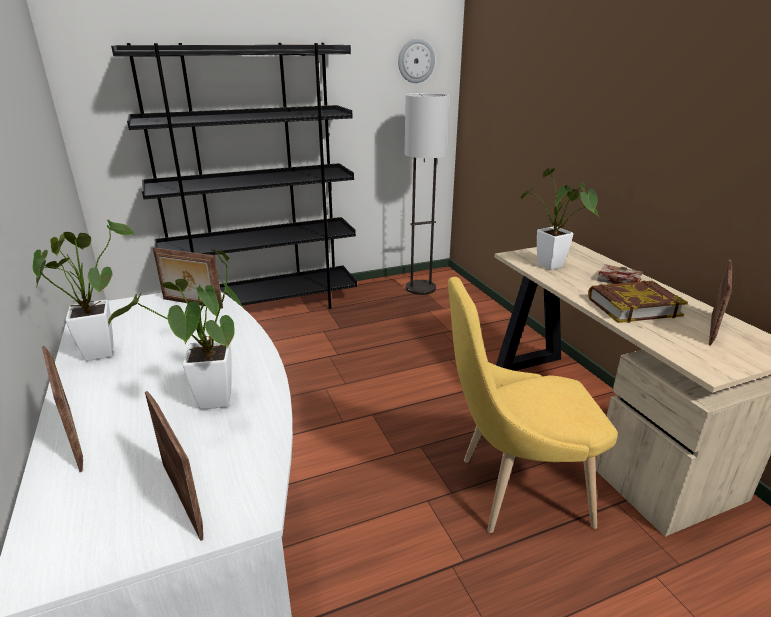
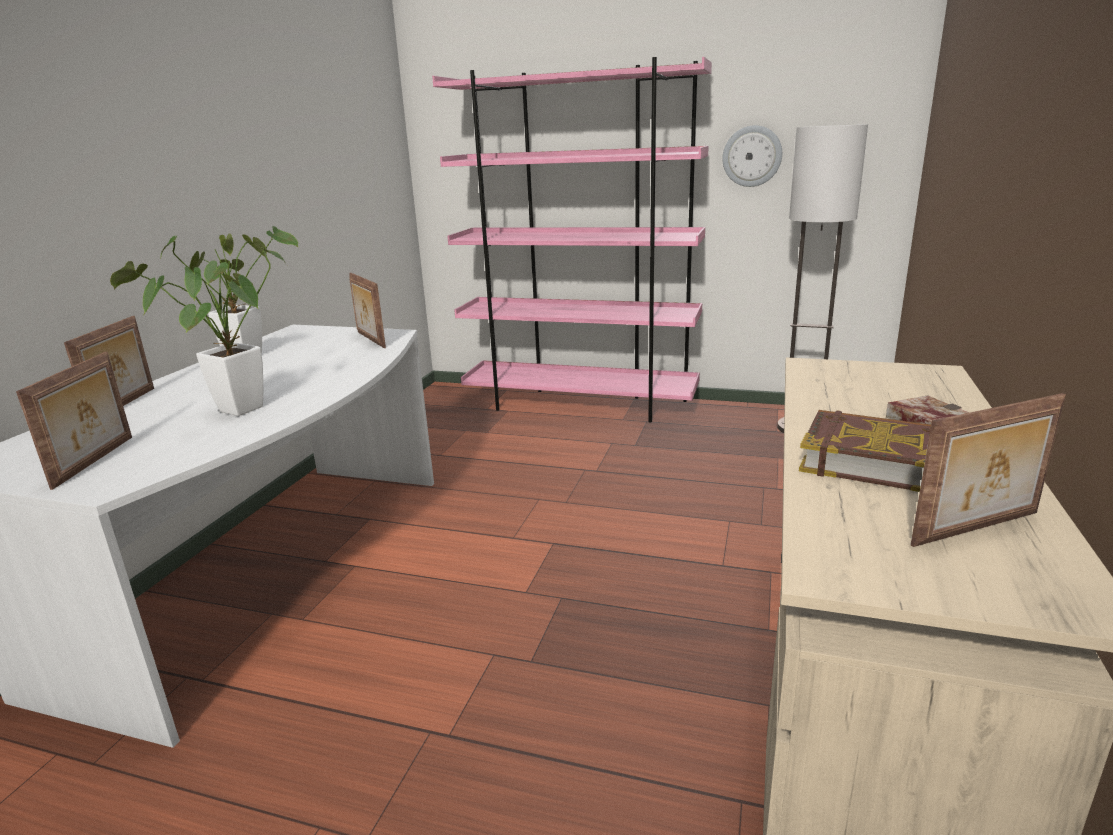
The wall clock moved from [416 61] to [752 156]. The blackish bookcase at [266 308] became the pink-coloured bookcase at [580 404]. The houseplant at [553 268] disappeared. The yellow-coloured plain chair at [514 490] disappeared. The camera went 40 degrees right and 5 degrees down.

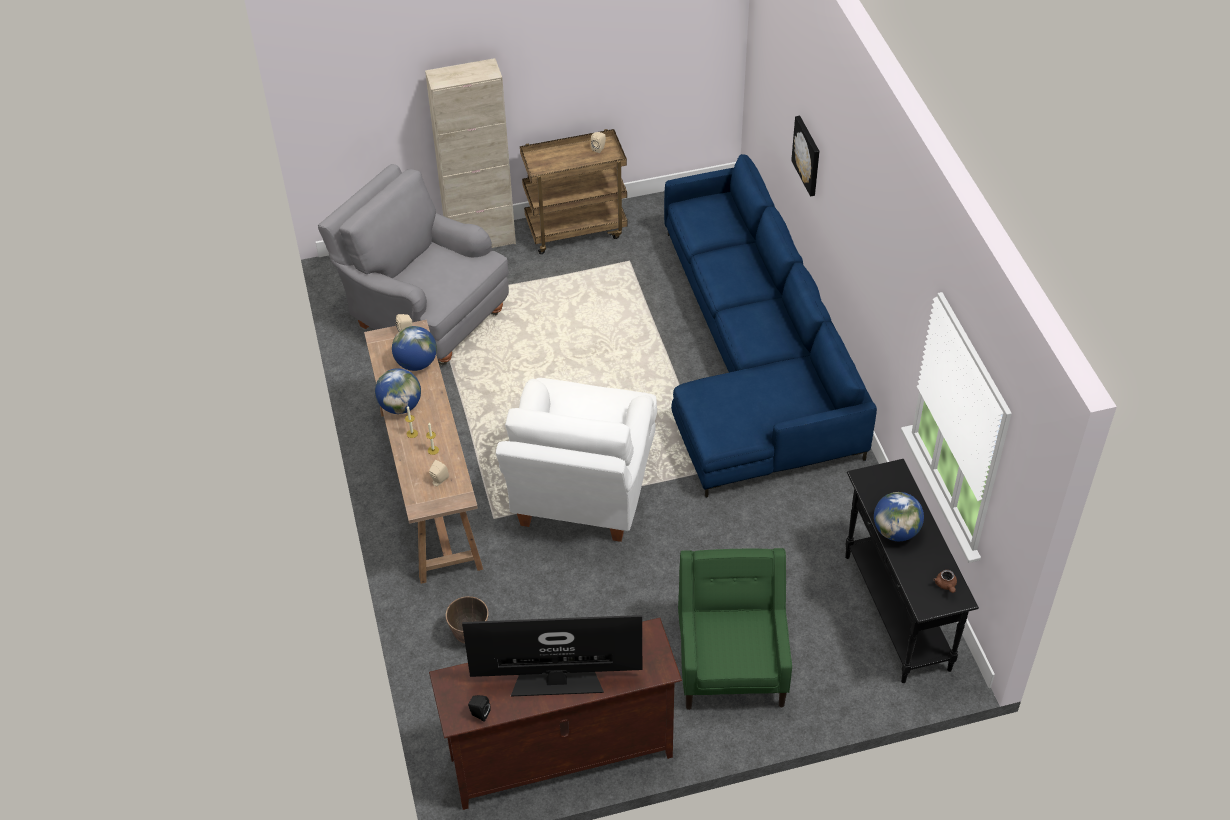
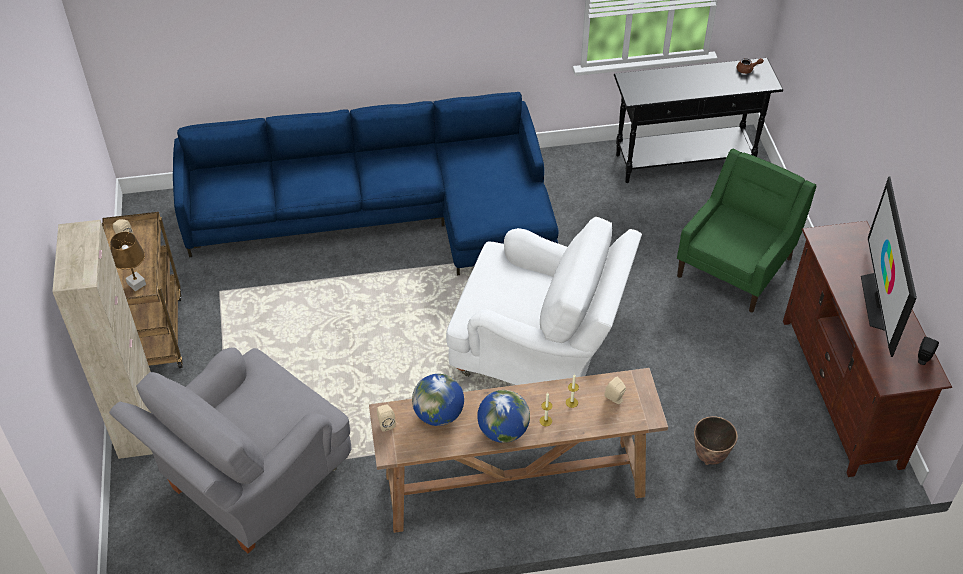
The wall art at [808 155] disappeared. The desk globe at [895 531] disappeared. The greenish armchair at [732 662] turned 120 degrees clockwise. The brown-coloured tabletop lamp at [137 284] appeared. The camera went 85 degrees left and 0 degrees up.

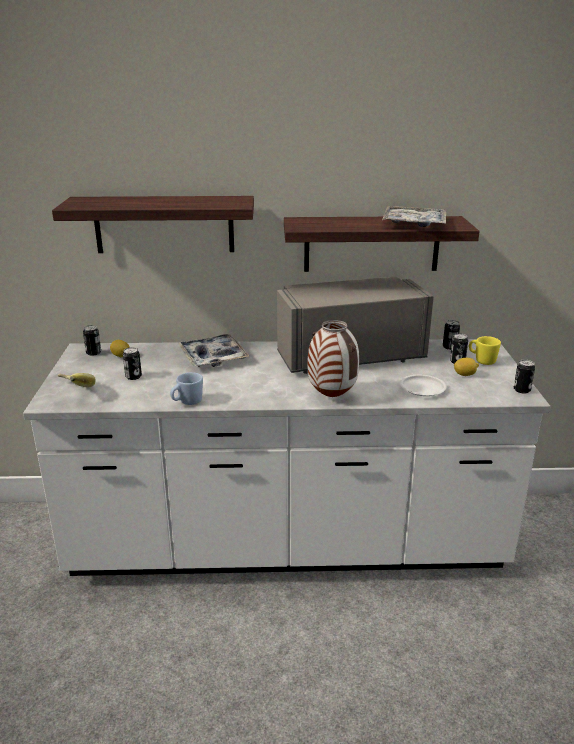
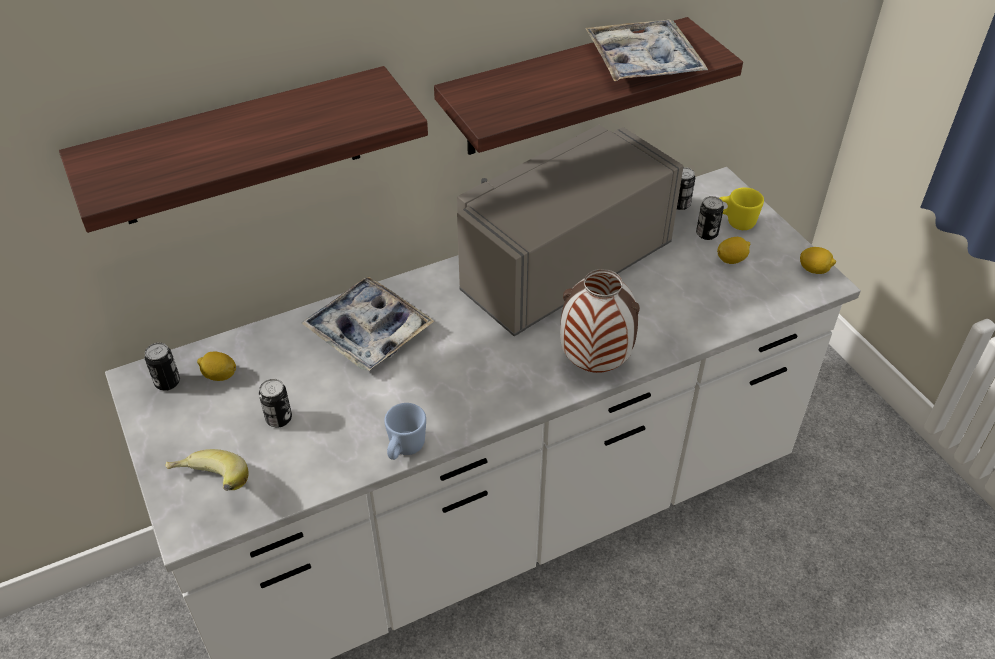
The metal can at [522 390] was replaced by the whole lemon at [814 270]. The white-coloured dinner plate at [422 388] disappeared. The camera went 25 degrees left and 20 degrees up.

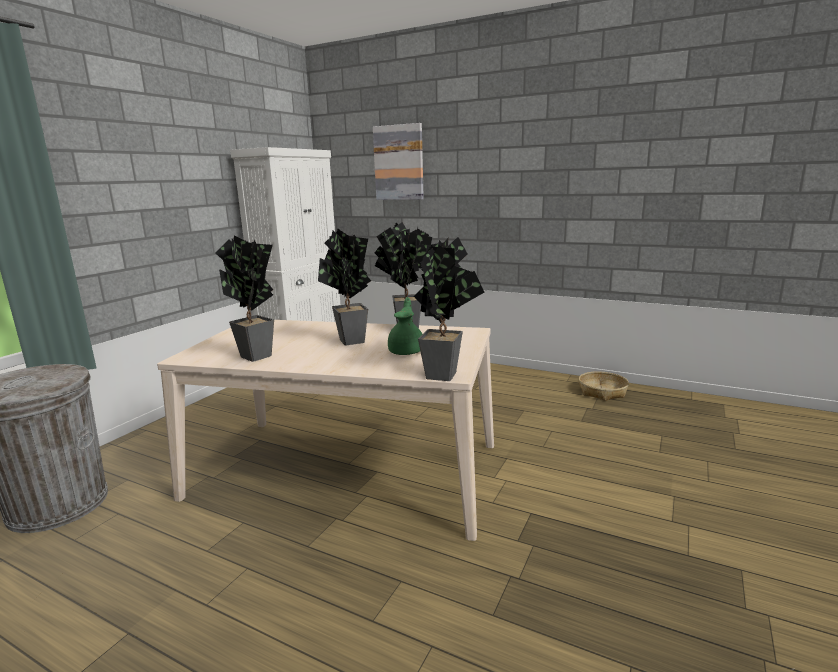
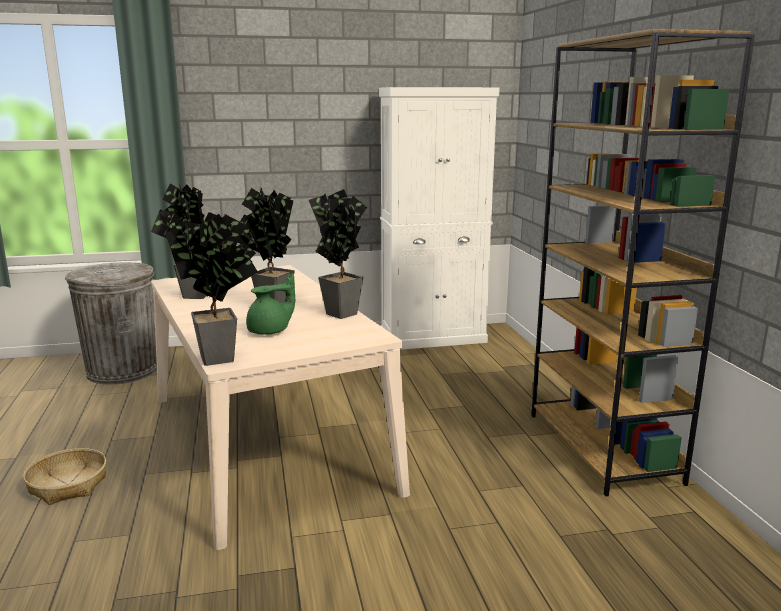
The wall art at [399 163] disappeared. The storage basket moved from [602 392] to [68 485]. The brown-coloured bookcase at [603 447] appeared. The camera went 50 degrees right and 0 degrees up.

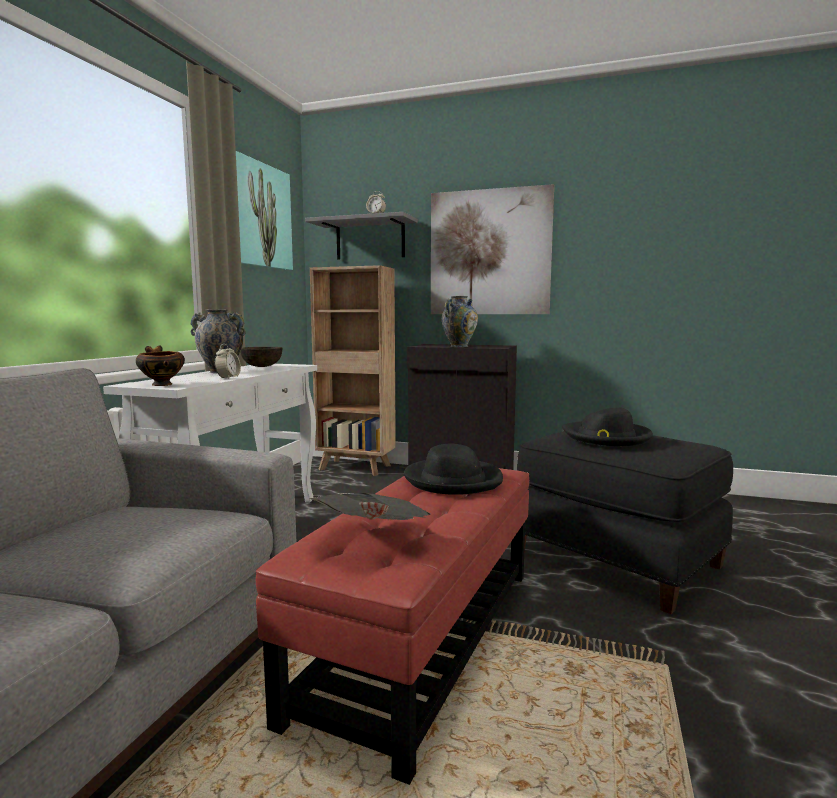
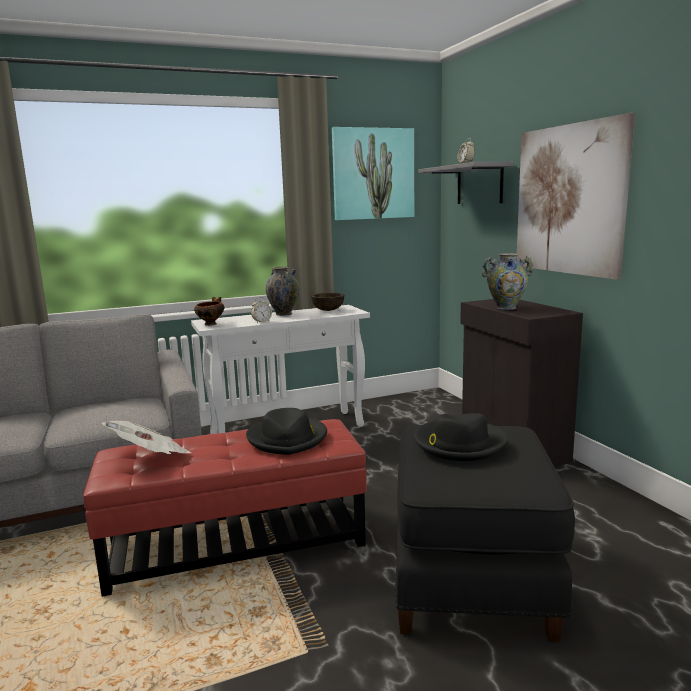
The brown-coloured bookcase at [356 468] disappeared. The camera went 50 degrees right and 5 degrees up.

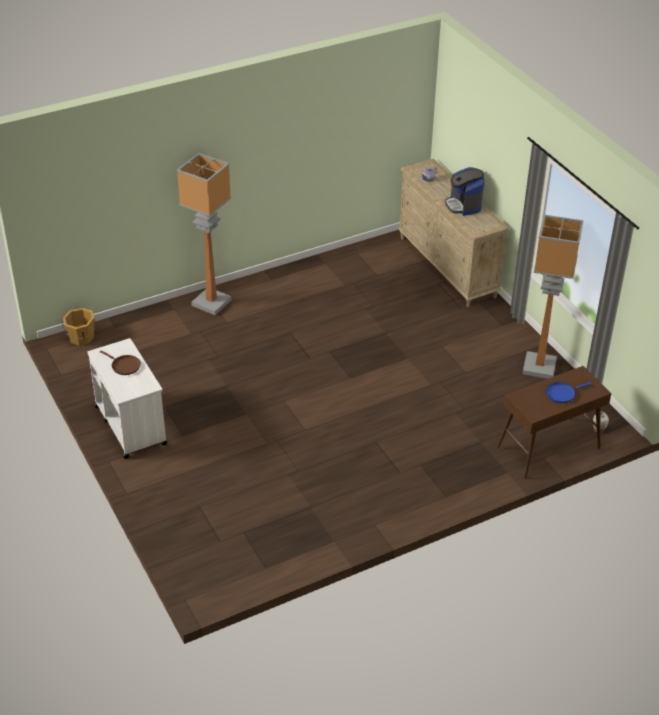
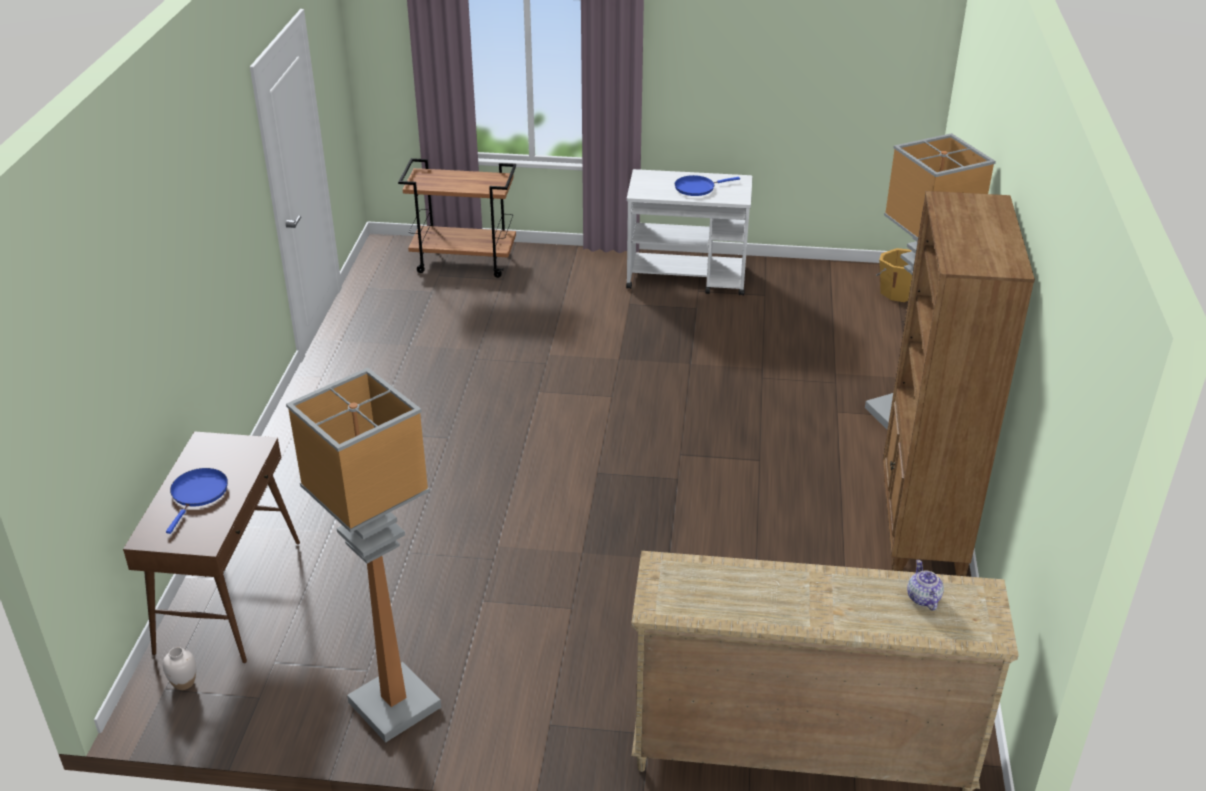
The coffee maker at [463 205] disappeared. The brown-coloured skillet at [124 366] became the bluish skillet at [697 188]. The brown-coloured wheeled cart at [465 262] appeared. The brown-coloured bookcase at [921 524] appeared. The camera went 125 degrees right and 5 degrees down.

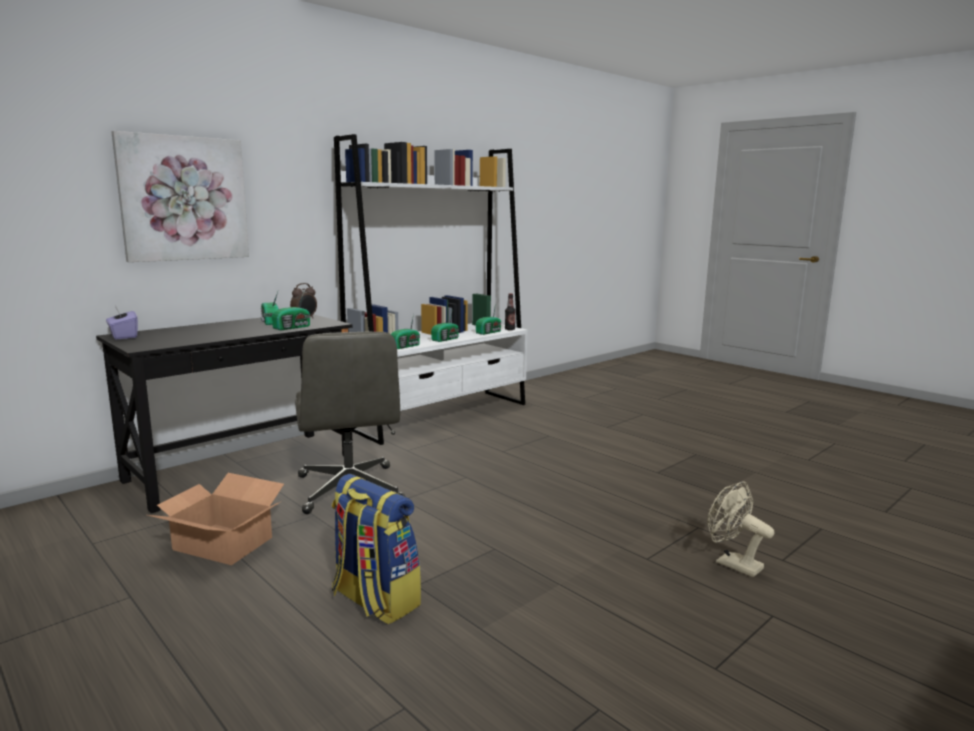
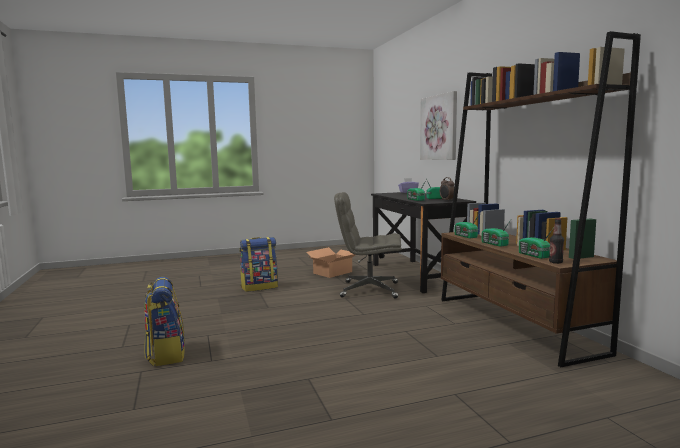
The white-coloured bookcase at [441 415] became the brown-coloured bookcase at [514 324]. The sand-coloured electric fan at [732 563] was replaced by the rucksack at [166 354]. The camera went 115 degrees right and 5 degrees down.

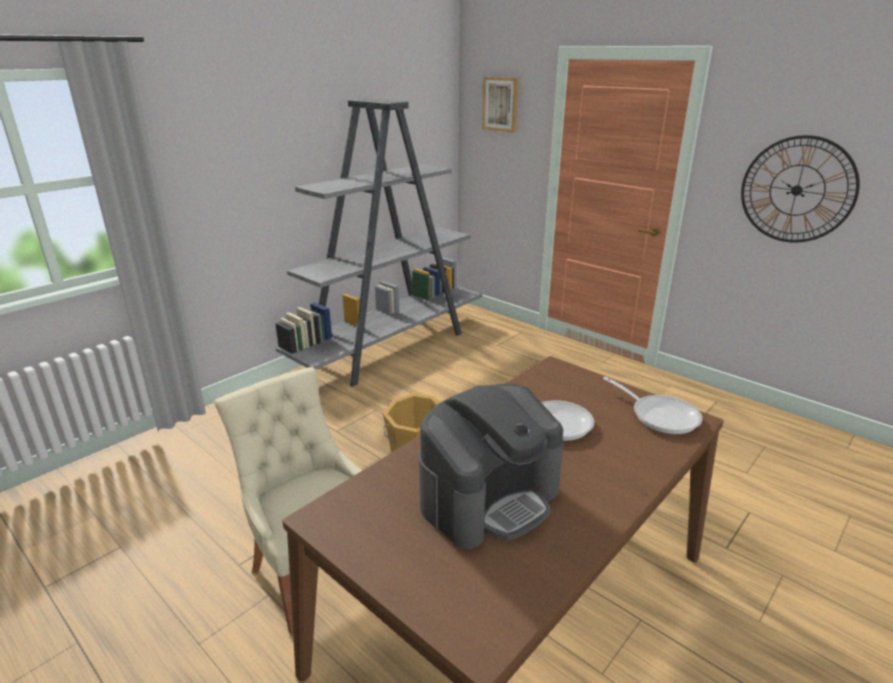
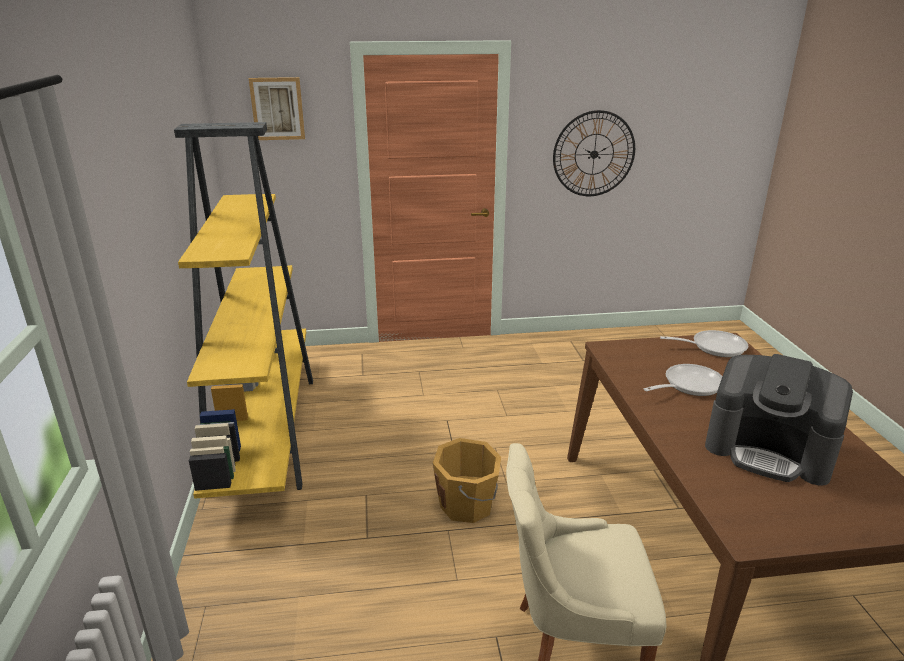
The grey bookcase at [390 347] became the yellow-coloured bookcase at [265 429]. The coffee maker at [489 497] turned 120 degrees clockwise. The camera went 50 degrees left and 0 degrees up.

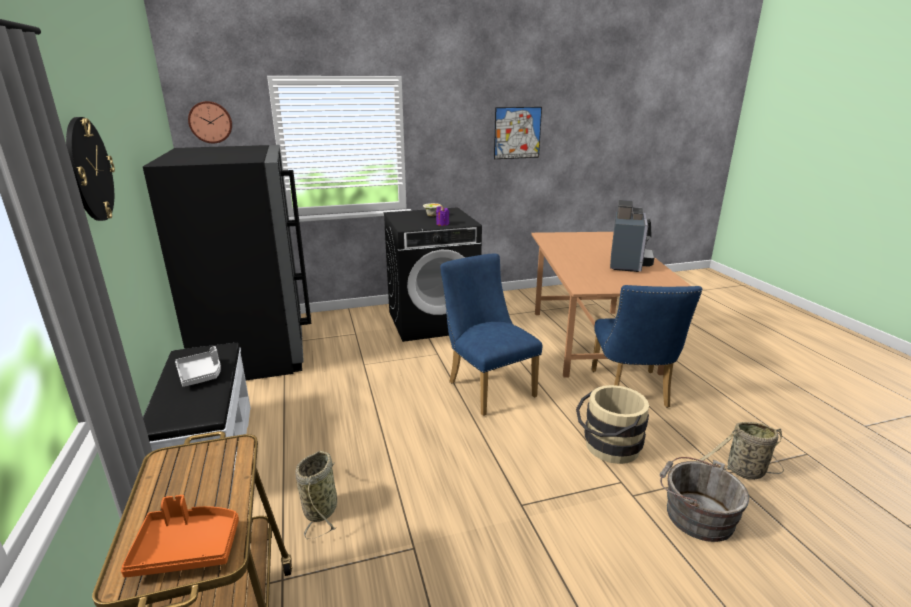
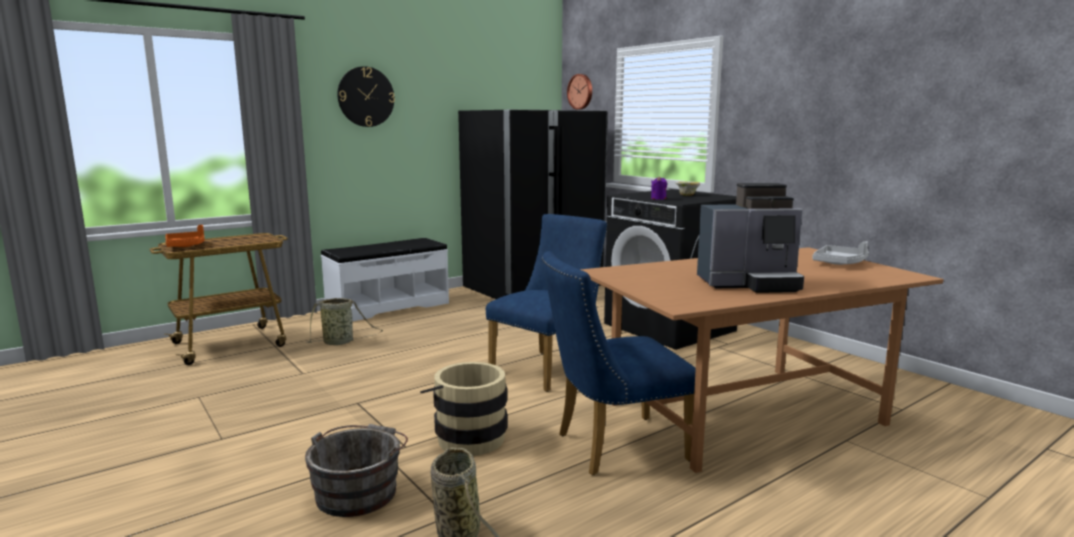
The wall art at [517 133] disappeared. The grey serving tray moved from [201 374] to [840 263]. The camera went 70 degrees right and 10 degrees down.

